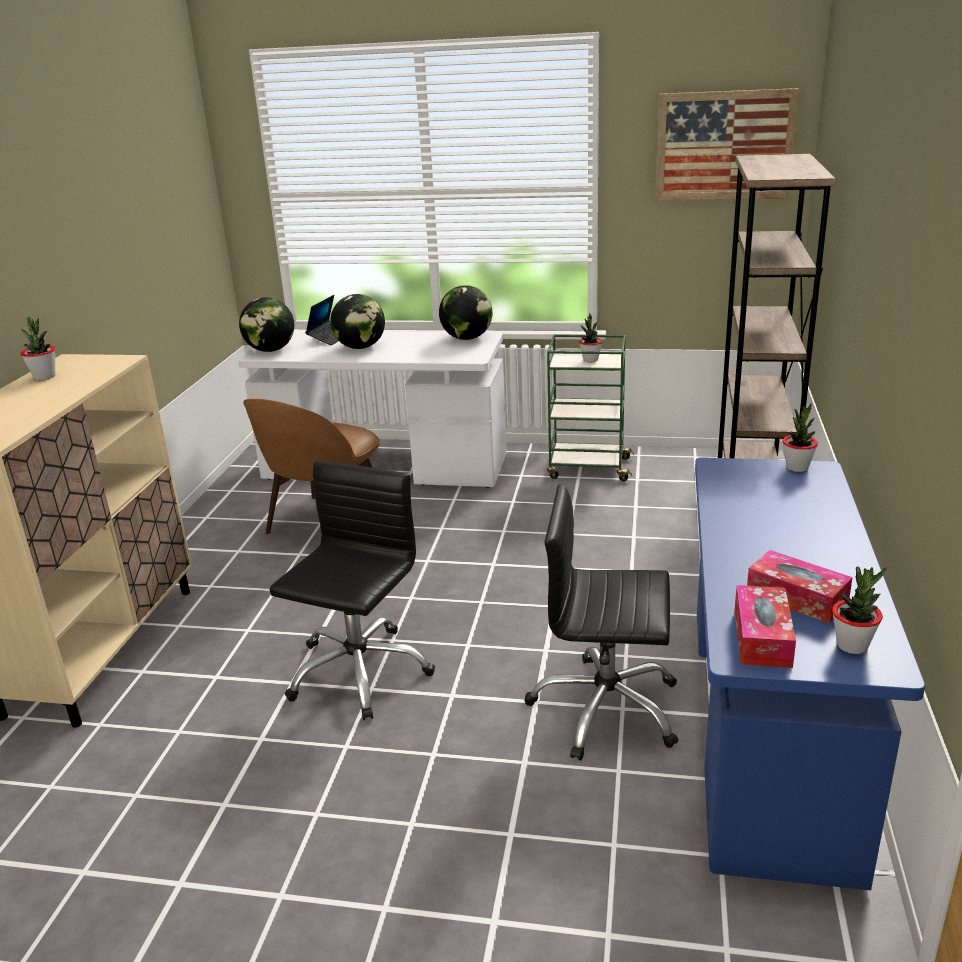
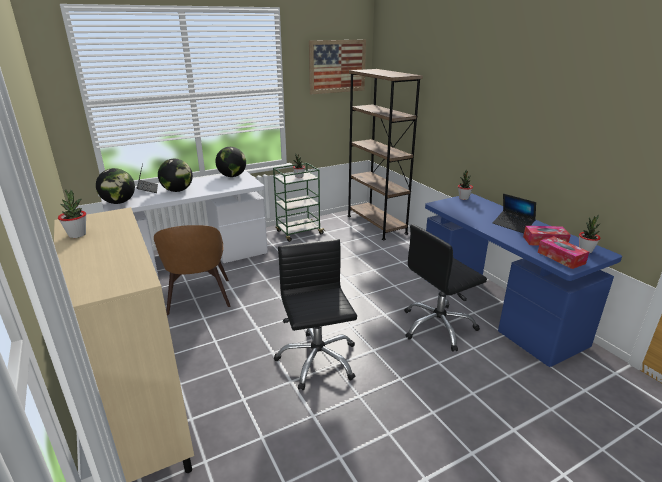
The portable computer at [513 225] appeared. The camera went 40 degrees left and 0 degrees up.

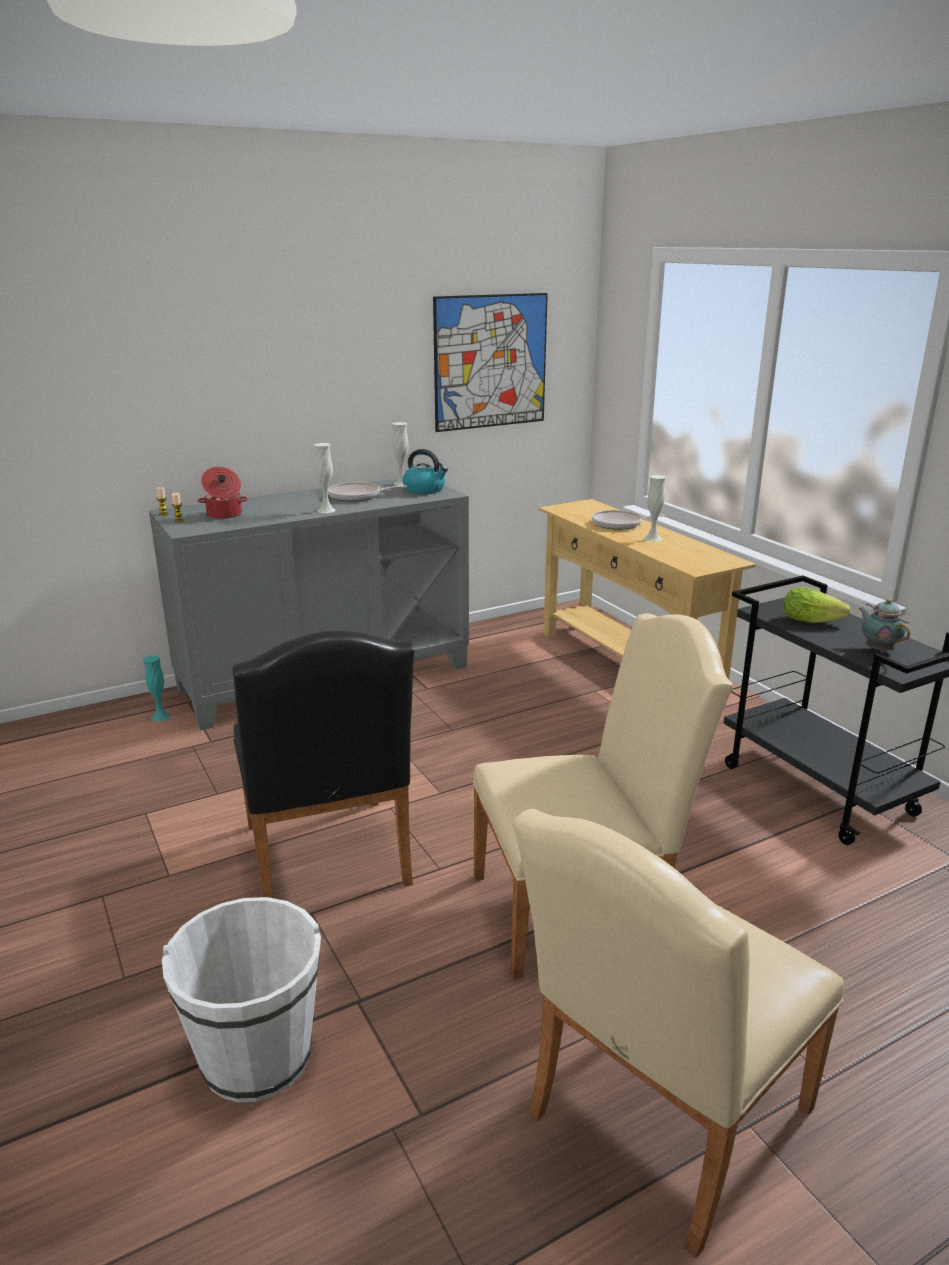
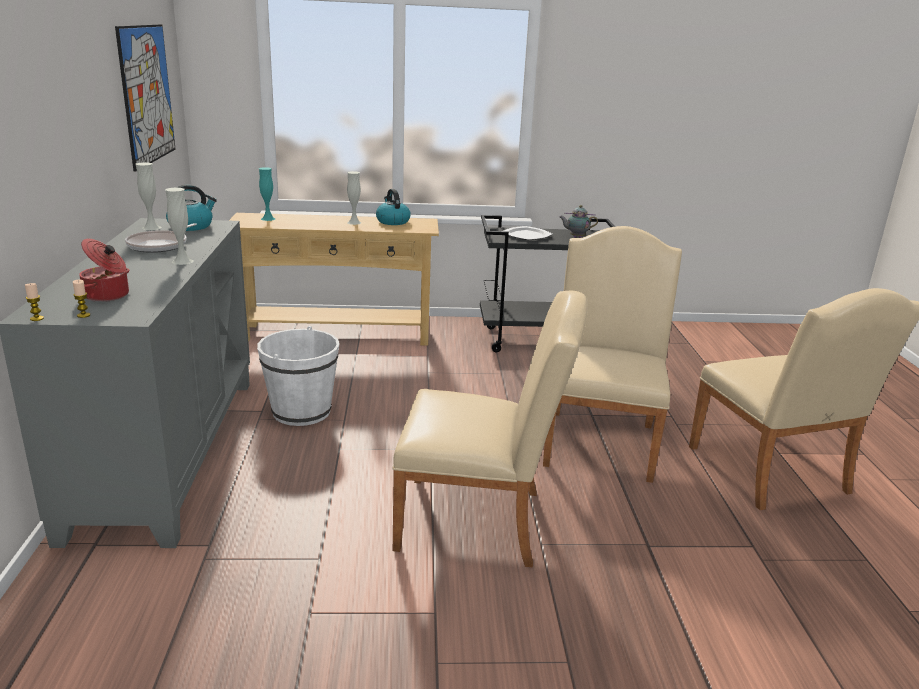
The skillet at [619 524] disappeared. The lettuce head at [814 621] was replaced by the dinner plate at [526 235]. The blackish plain chair at [328 862] became the sand-coloured plain chair at [481 521]. The blue-green flower vase moved from [160 716] to [268 219]. The white-coloured pail moved from [256 1056] to [301 412]. The kettle at [392 221] appeared. The camera went 65 degrees left and 0 degrees up.

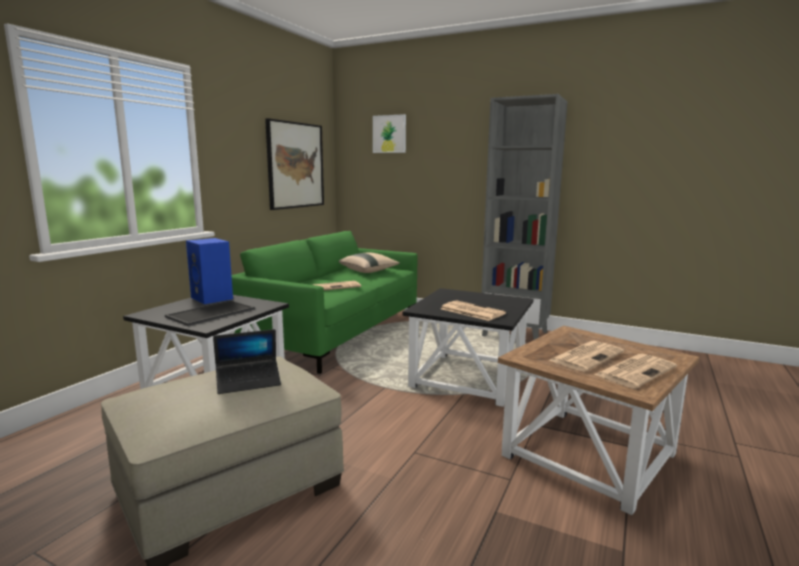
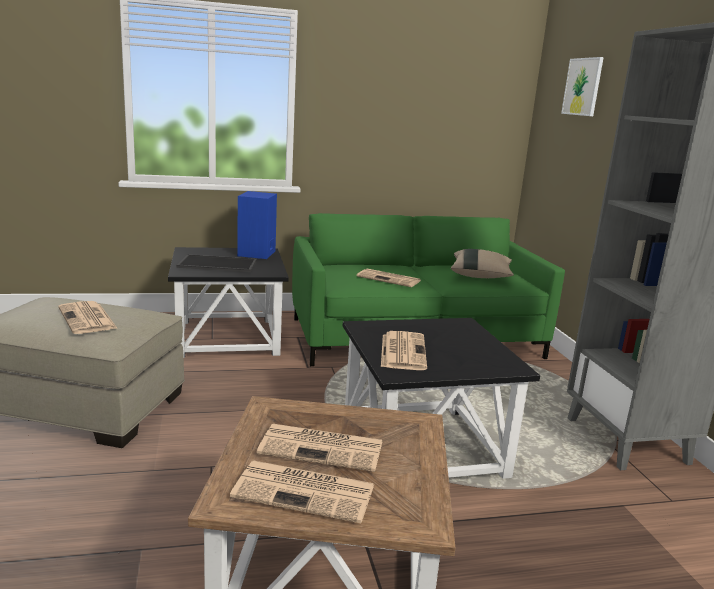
The wall art at [295 165] disappeared. The portable computer at [248 382] was replaced by the daily paper at [88 319]. The camera went 50 degrees right and 5 degrees up.

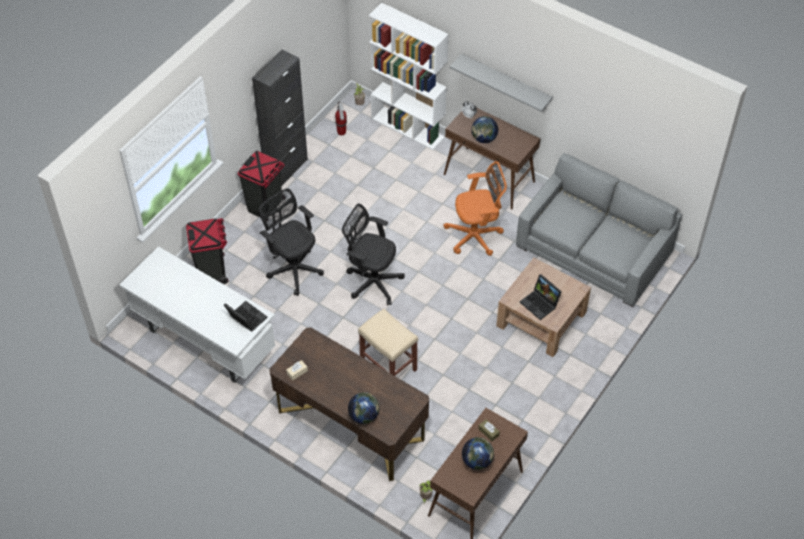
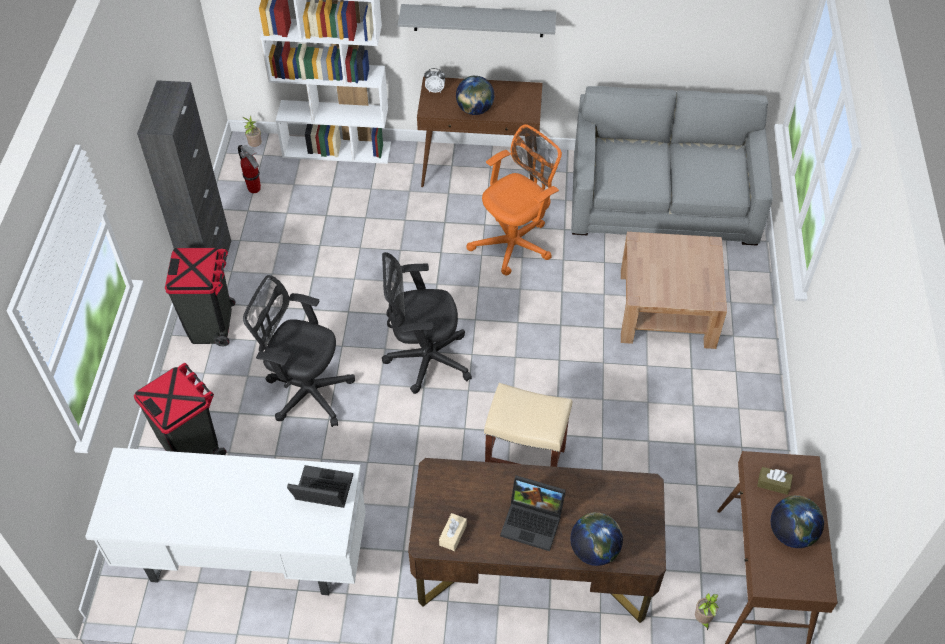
The portable computer moved from [540 304] to [533 522]. The camera went 30 degrees left and 0 degrees up.

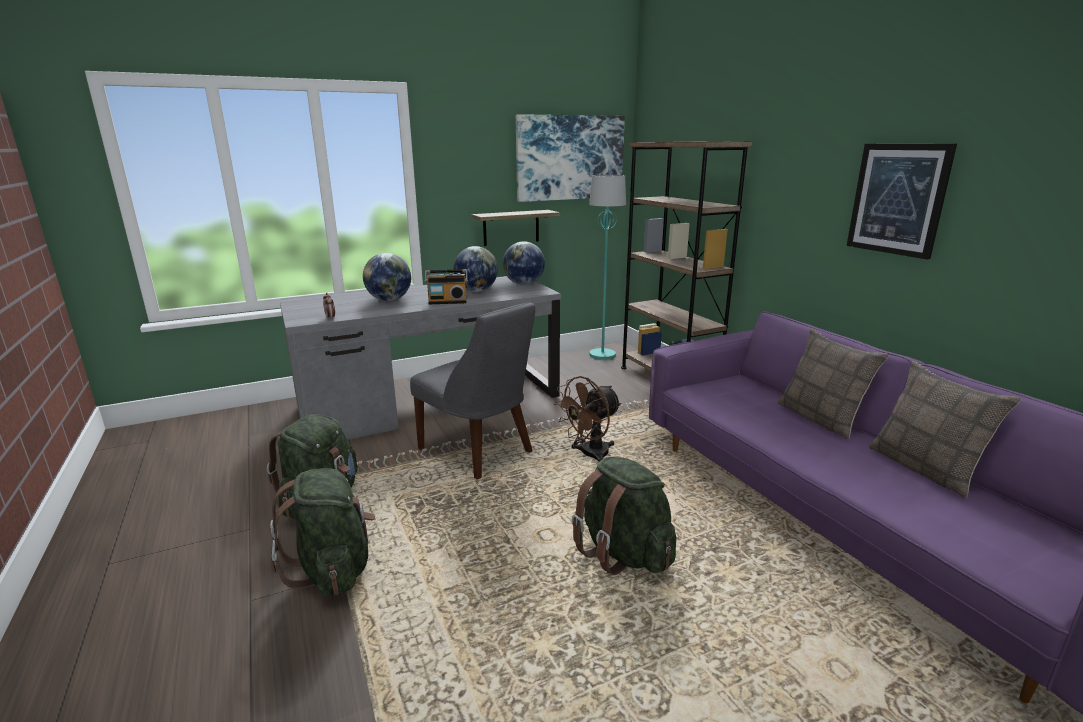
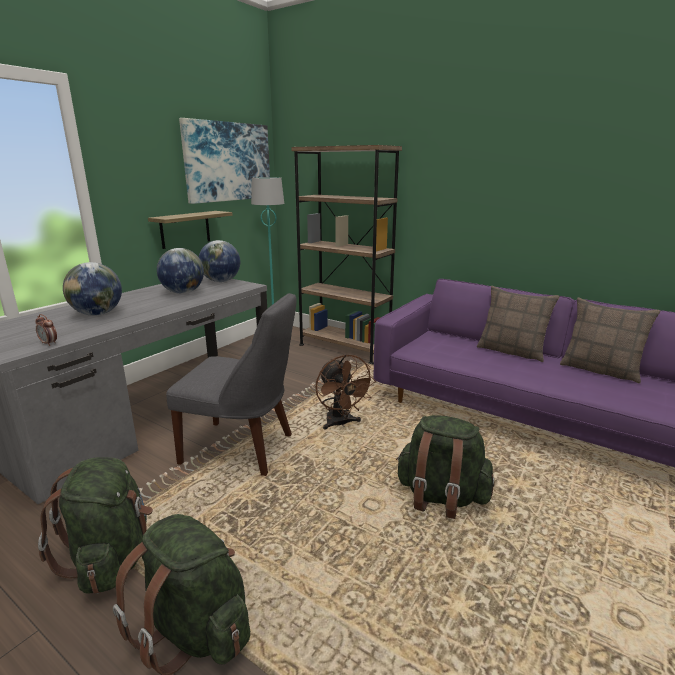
The wall art at [898 199] disappeared. The radio receiver at [448 302] disappeared. The brown-coloured electric fan at [589 455] turned 45 degrees counterclockwise. The camera went 30 degrees left and 0 degrees up.

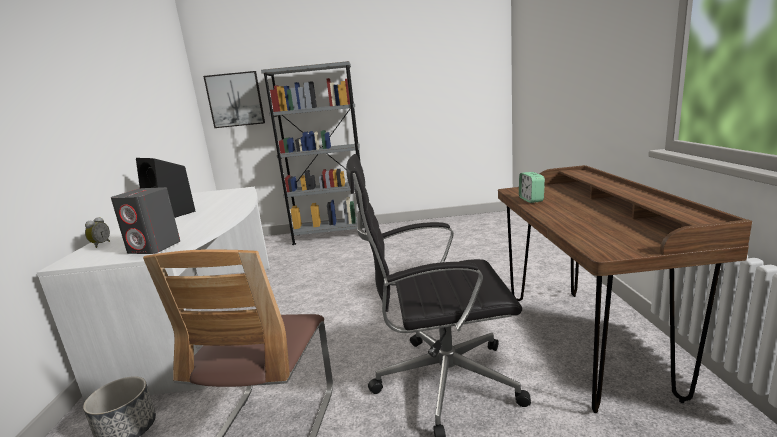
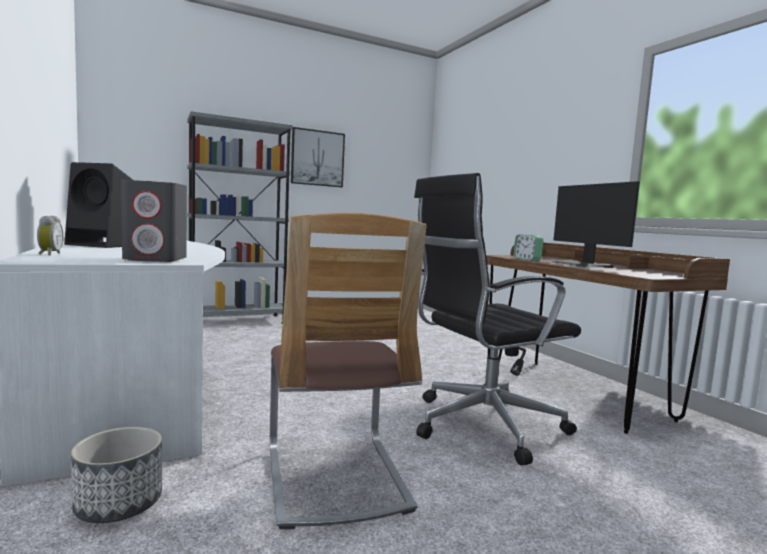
The wall art moved from [235 100] to [317 158]. The computer screen at [582 264] appeared. The camera went 25 degrees left and 10 degrees down.

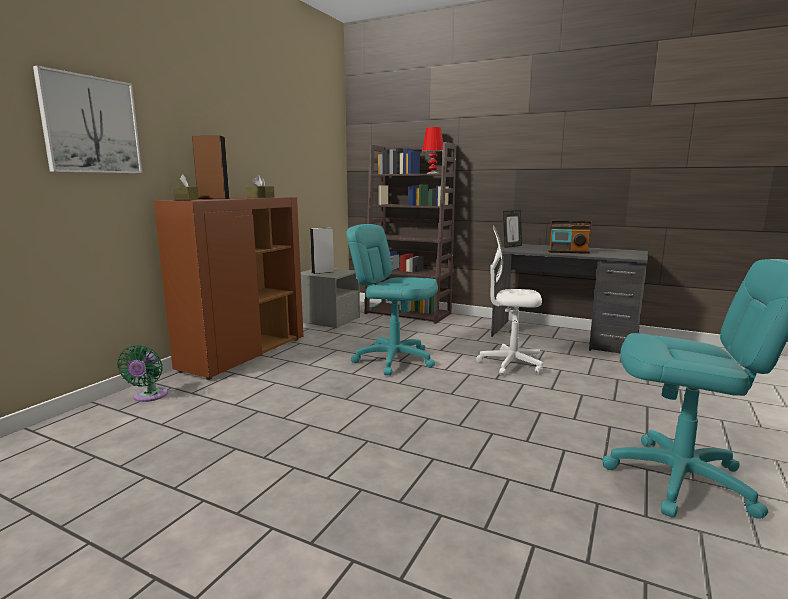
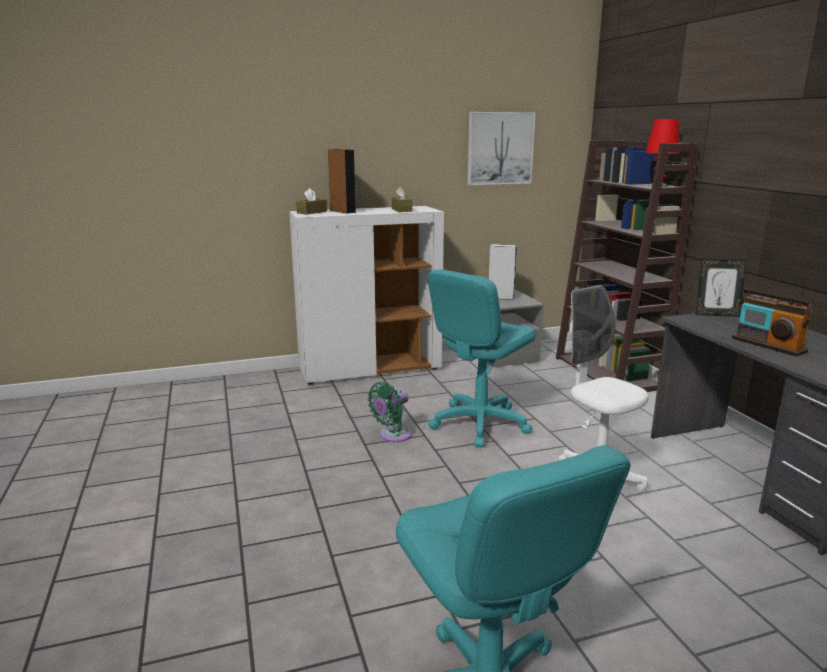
The wall art moved from [91 125] to [500 148]. The brown-coloured cabinet at [244 354] became the white-coloured cabinet at [370 369]. The blue-green office chair at [394 360] turned 120 degrees counterclockwise. The greenish electric fan moved from [149 396] to [393 435]. The camera went 45 degrees right and 5 degrees up.

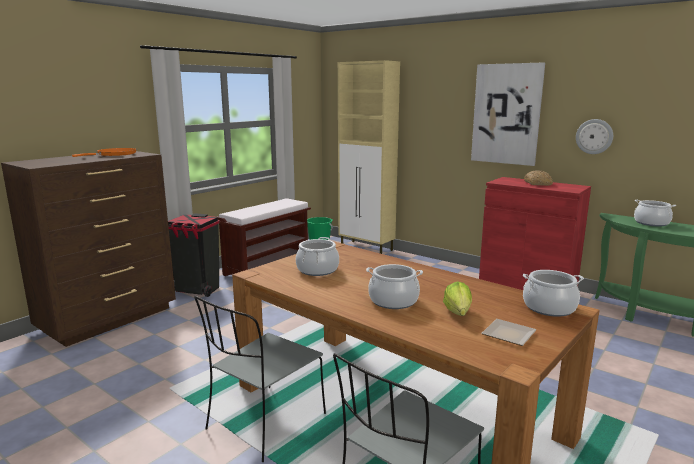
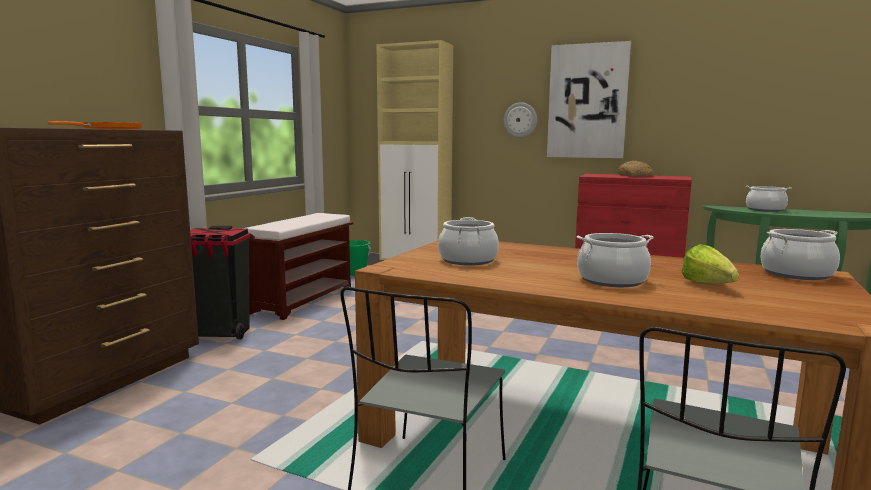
The wall clock moved from [594 136] to [520 120]. The dinner plate at [509 336] disappeared. The camera went 15 degrees left and 5 degrees down.

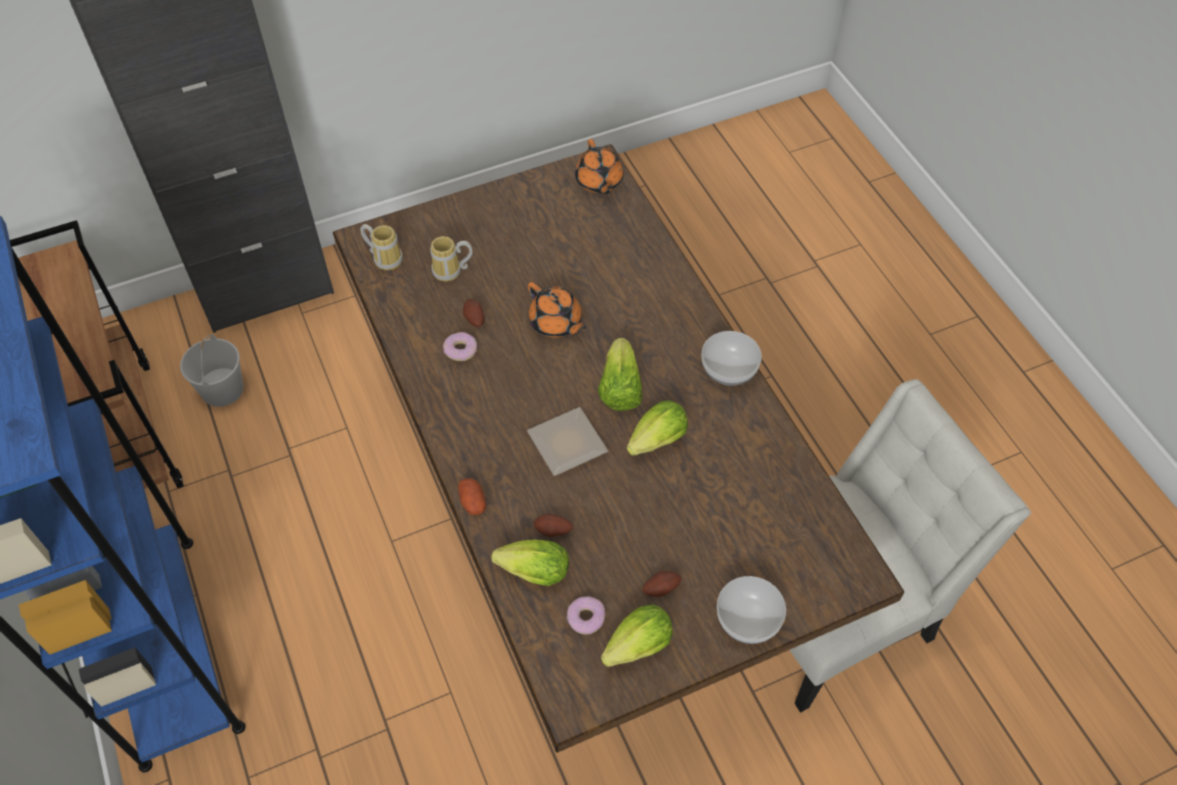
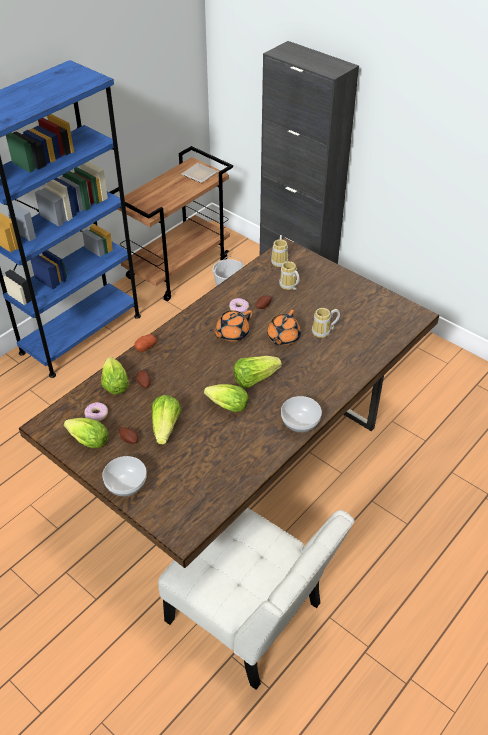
The orangey tea pot moved from [599 182] to [231 334]. The dinner plate moved from [568 441] to [201 174]. The coffee mug at [324 332] appeared. The lettuce head at [165 427] appeared. The camera went 65 degrees right and 10 degrees down.

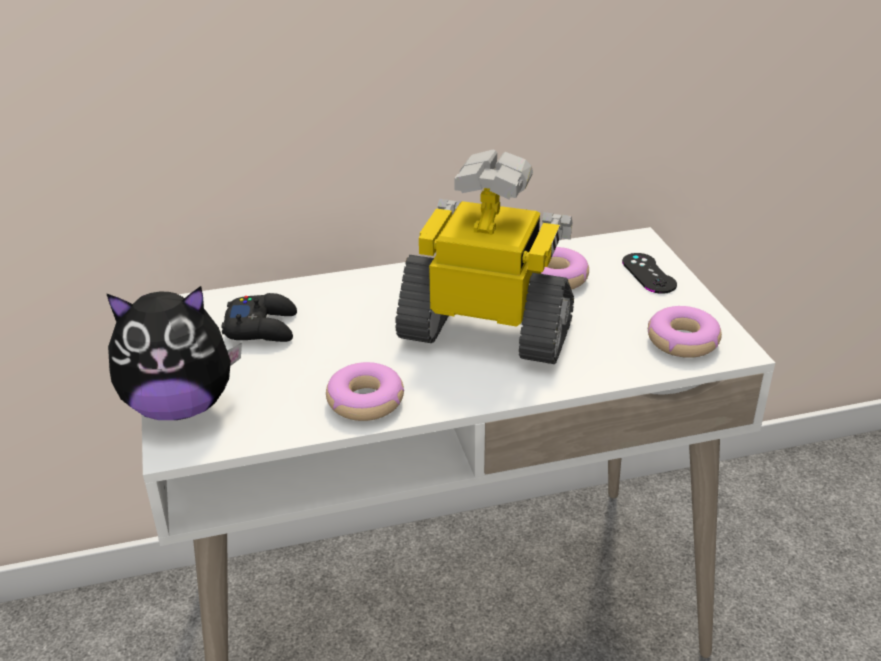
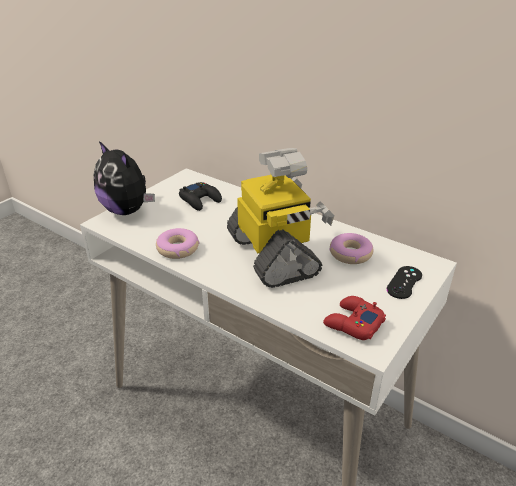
The donut at [682 341] was replaced by the reddish game controller at [353 323]. The camera went 50 degrees right and 0 degrees up.

